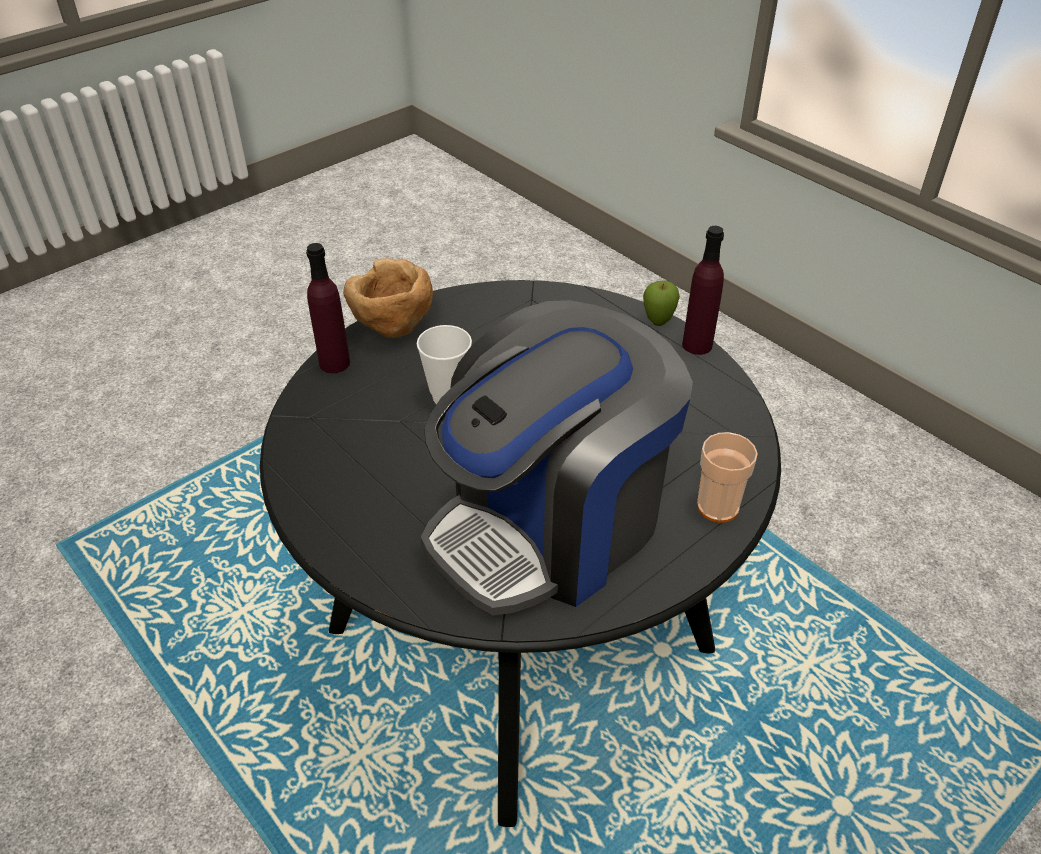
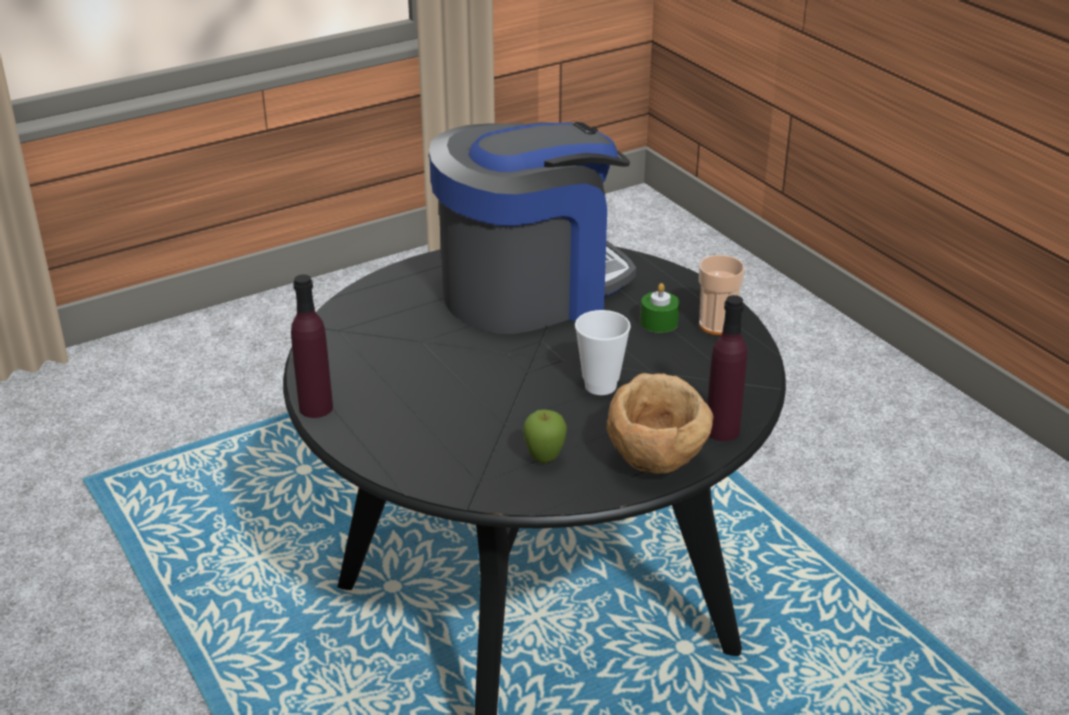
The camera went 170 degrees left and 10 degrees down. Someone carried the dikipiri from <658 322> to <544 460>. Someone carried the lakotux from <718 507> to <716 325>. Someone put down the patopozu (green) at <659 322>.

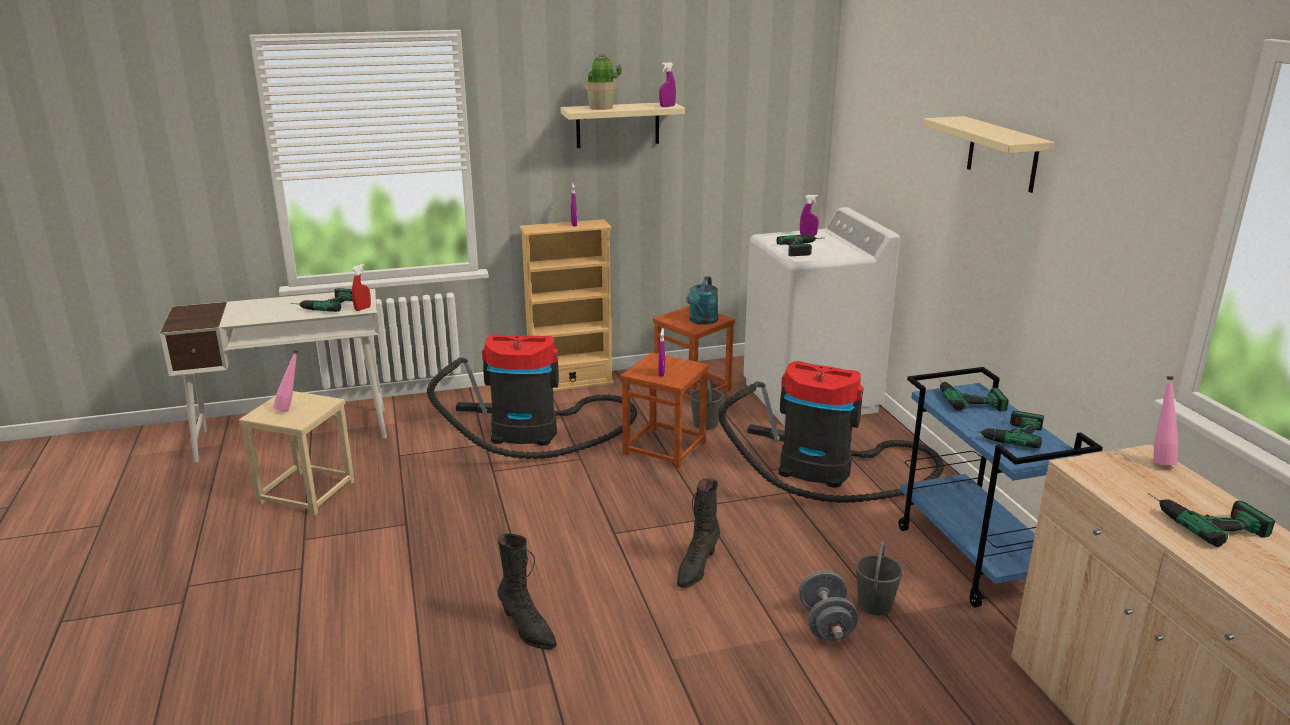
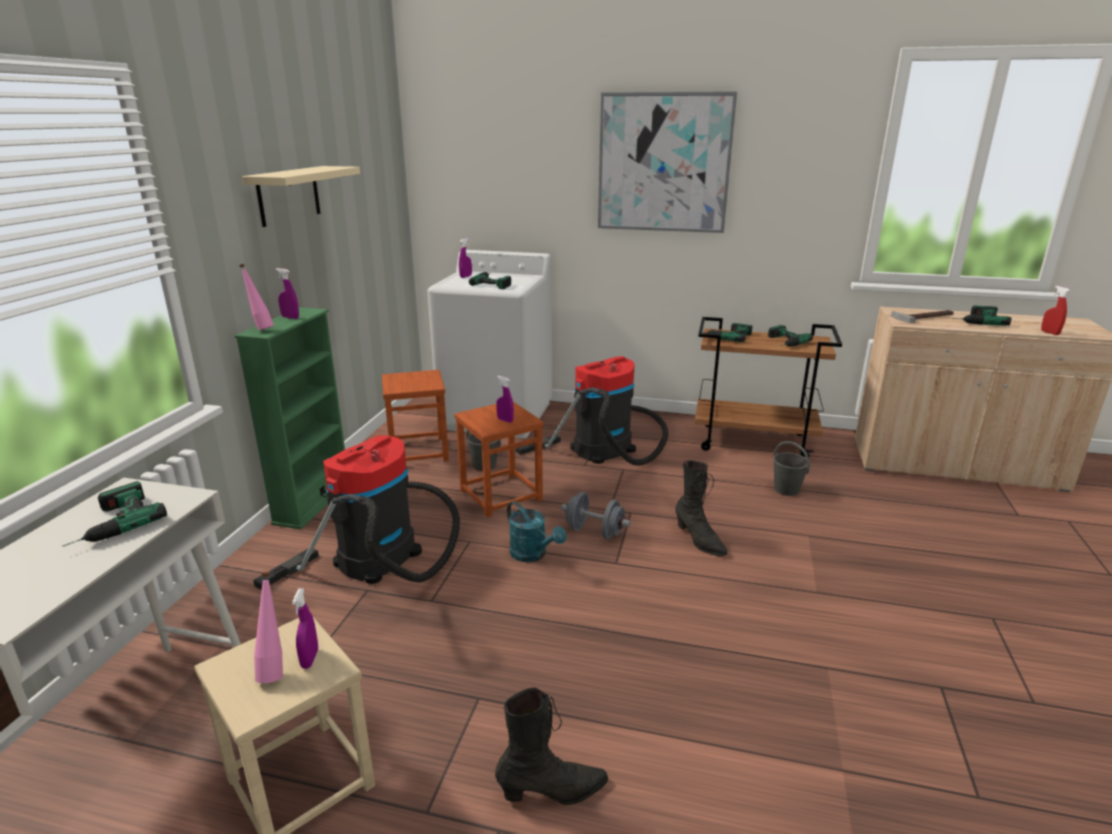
The camera went 60 degrees left and 0 degrees up. Someone carried the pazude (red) from <363 308> to <1050 333>. Someone carried the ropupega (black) from <527 629> to <553 792>. Someone repainted the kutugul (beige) at <570 383>, which became the kutugul (green) at <313 502>. Someone took away the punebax at <601 108>. Someone carried the pazude (purple) from <667 106> to <310 659>. Someone carried the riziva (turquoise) from <702 321> to <533 555>. Someone carried the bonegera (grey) from <825 625> to <594 532>. Someone repainted the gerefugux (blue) at <975 559>, which became the gerefugux (brown) at <754 442>. Someone swapped the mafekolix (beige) at <1002 154> for the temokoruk at <664 163>. Someone carried the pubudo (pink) from <1159 460> to <261 329>. Someone put down the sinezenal at <923 316>.

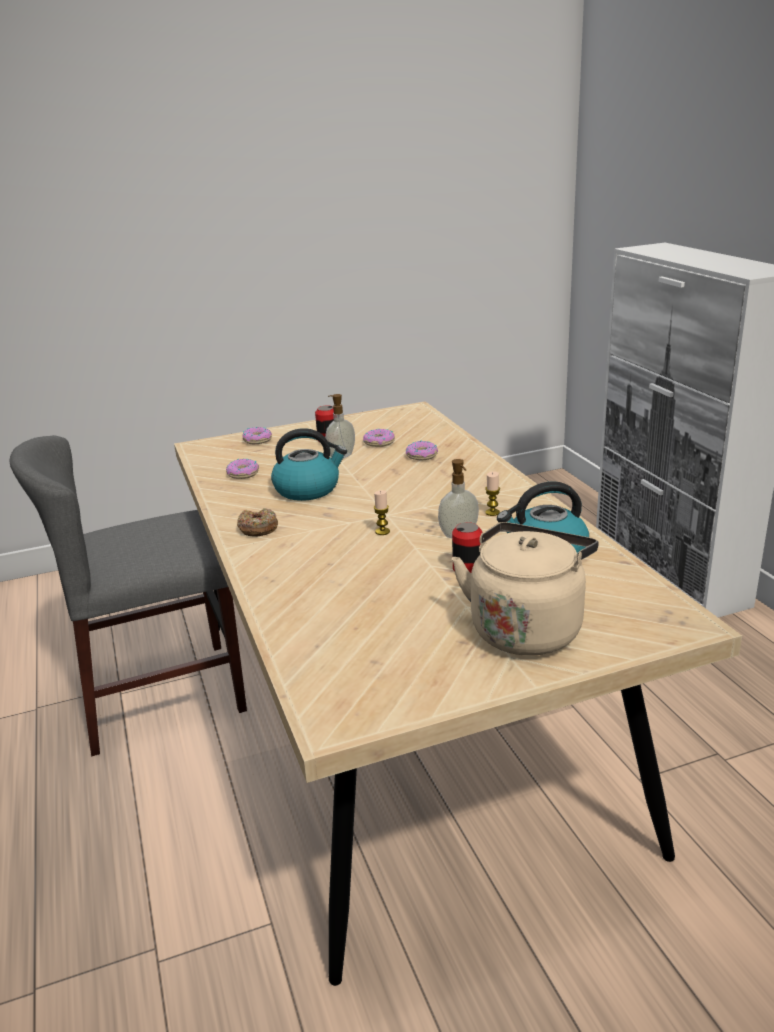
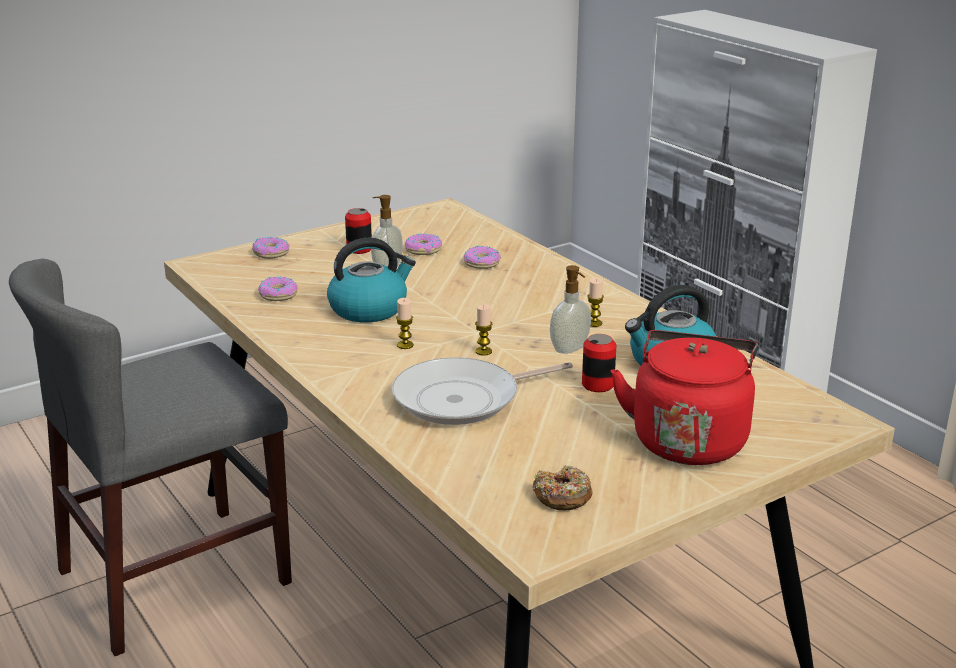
The camera went 15 degrees left and 0 degrees up. Someone carried the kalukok from <258 528> to <562 497>. Someone repainted the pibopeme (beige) at <527 628>, which became the pibopeme (red) at <688 439>. Someone put down the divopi at <463 399>. Someone put down the patopozu at <405 345>.

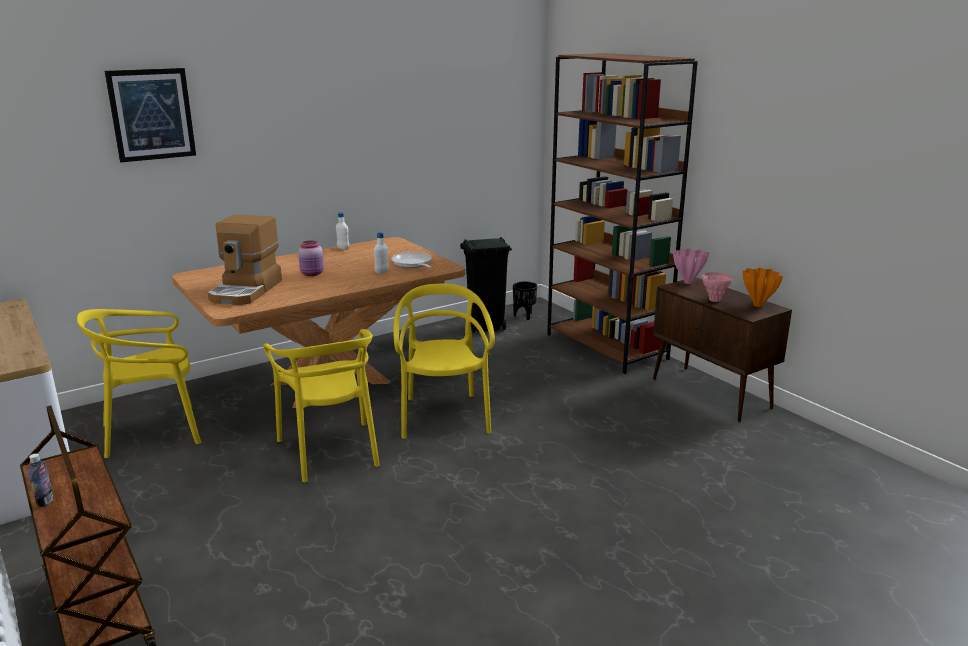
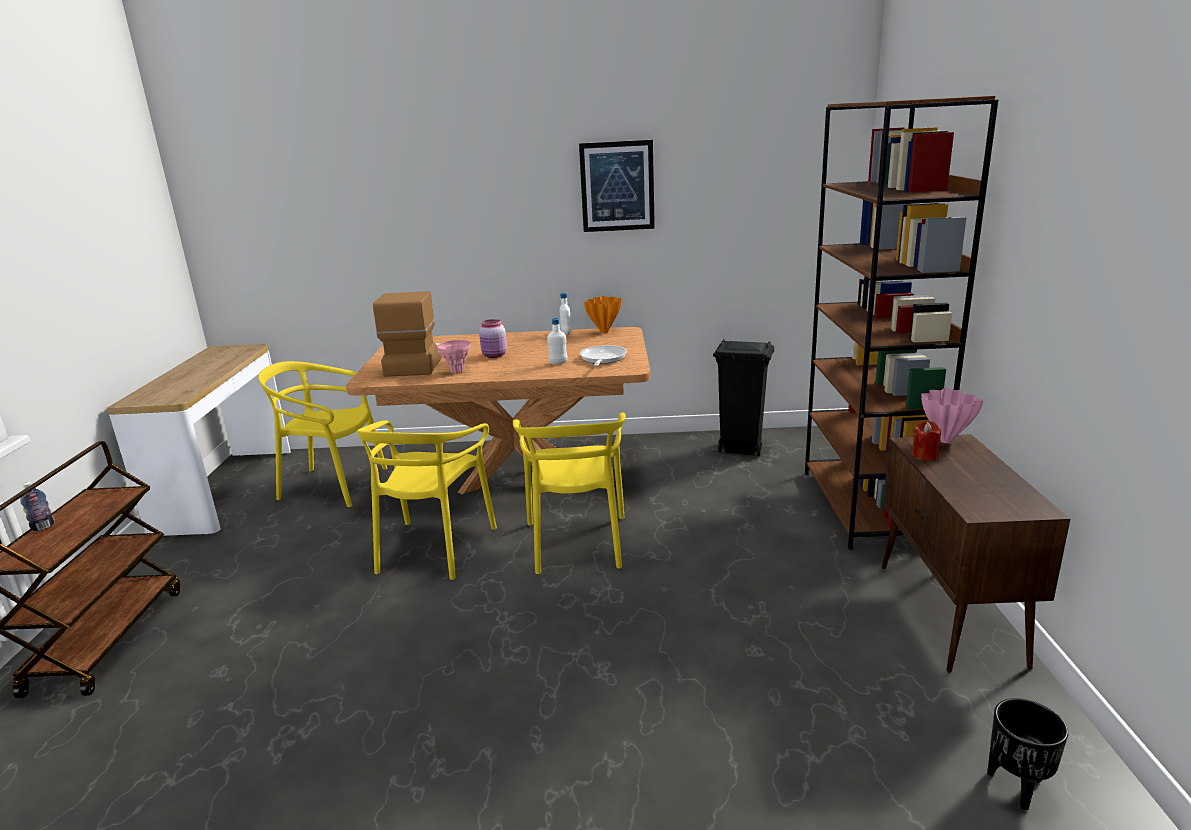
The camera went 35 degrees right and 0 degrees up. Someone carried the temokoruk from <151 114> to <617 186>. Someone rotated the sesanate at <247 290> by 135 degrees clockwise. Someone rotated the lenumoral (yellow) at <444 416> by 150 degrees clockwise. Someone carried the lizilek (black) from <524 316> to <1018 786>. Someone carried the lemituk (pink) from <714 300> to <457 371>. Someone carried the lemituk (orange) from <758 305> to <605 332>. Someone put down the patopozu (red) at <924 455>.

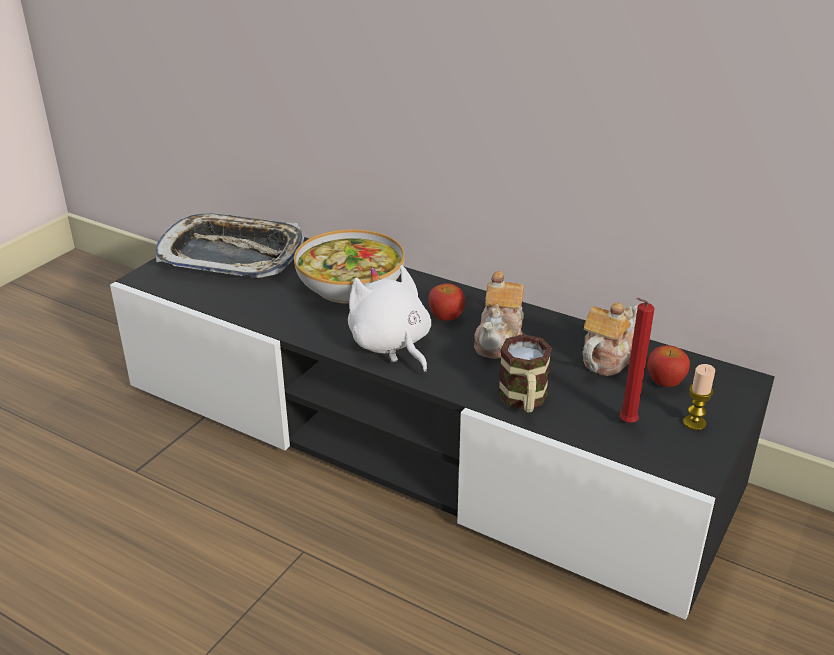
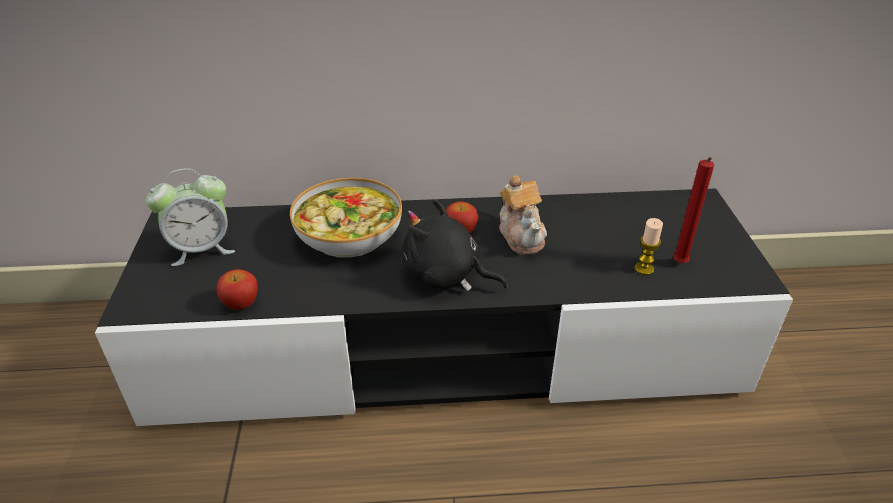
The camera went 35 degrees left and 5 degrees up. Someone swapped the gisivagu at <232 255> for the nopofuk at <201 249>. Someone repainted the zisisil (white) at <391 345>, which became the zisisil (black) at <446 276>. Someone took away the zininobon at <524 401>. Someone took away the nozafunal at <608 358>. Someone carried the dikipiri from <665 382> to <241 304>. Someone carried the patopozu from <694 423> to <644 269>.

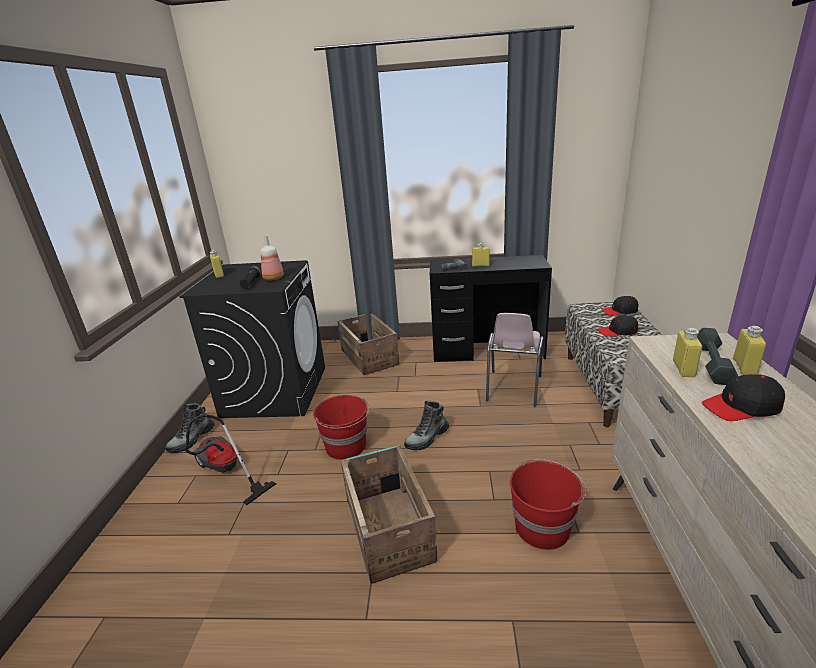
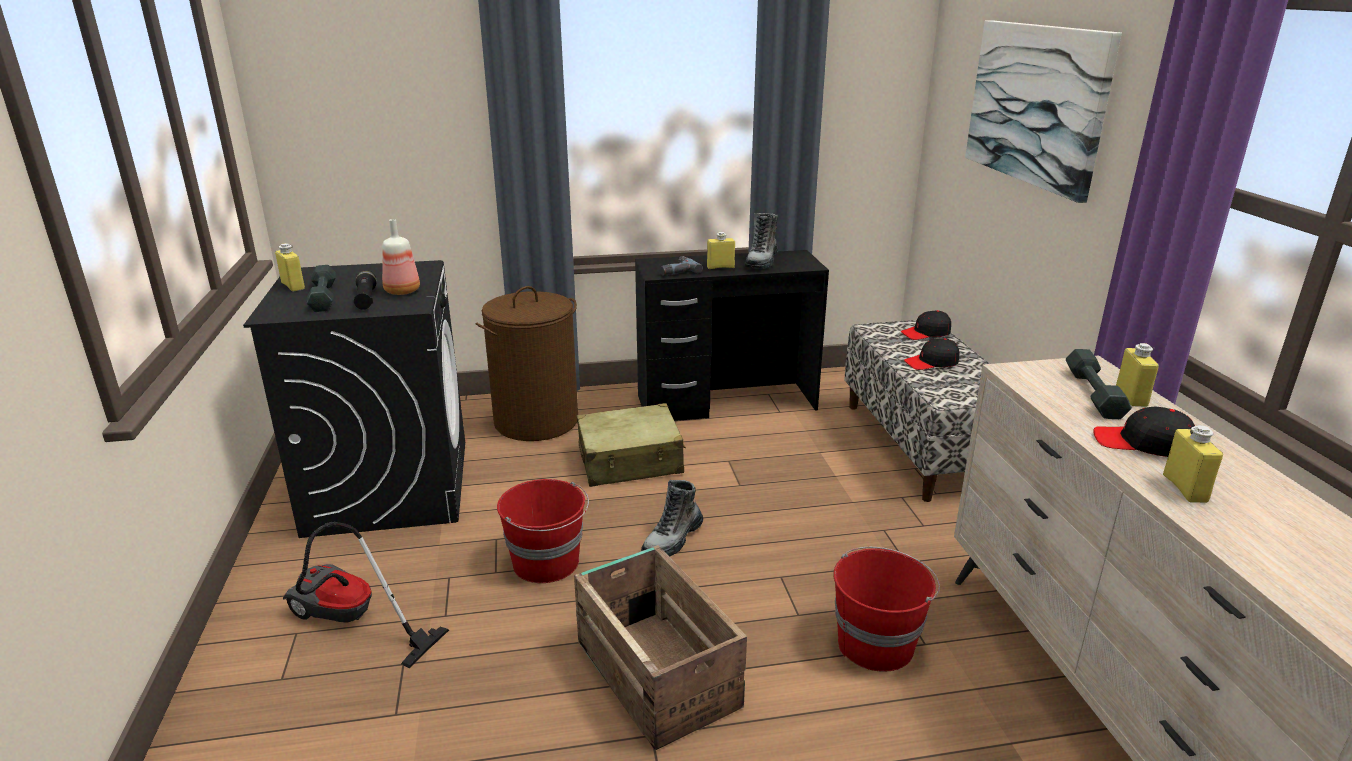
The camera went 15 degrees left and 0 degrees up. Someone carried the ropupega from <192 439> to <761 261>. Someone swapped the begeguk at <369 357> for the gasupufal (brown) at <536 421>. Someone took away the lenumoral (pink) at <512 388>. Someone carried the pubudo (yellow) from <683 369> to <1184 488>. Someone rotated the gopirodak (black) at <741 407> by 45 degrees clockwise. Someone put down the bonegera (grey) at <323 296>. Someone put down the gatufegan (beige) at <630 461>. Someone put up the temokoruk at <1036 104>.

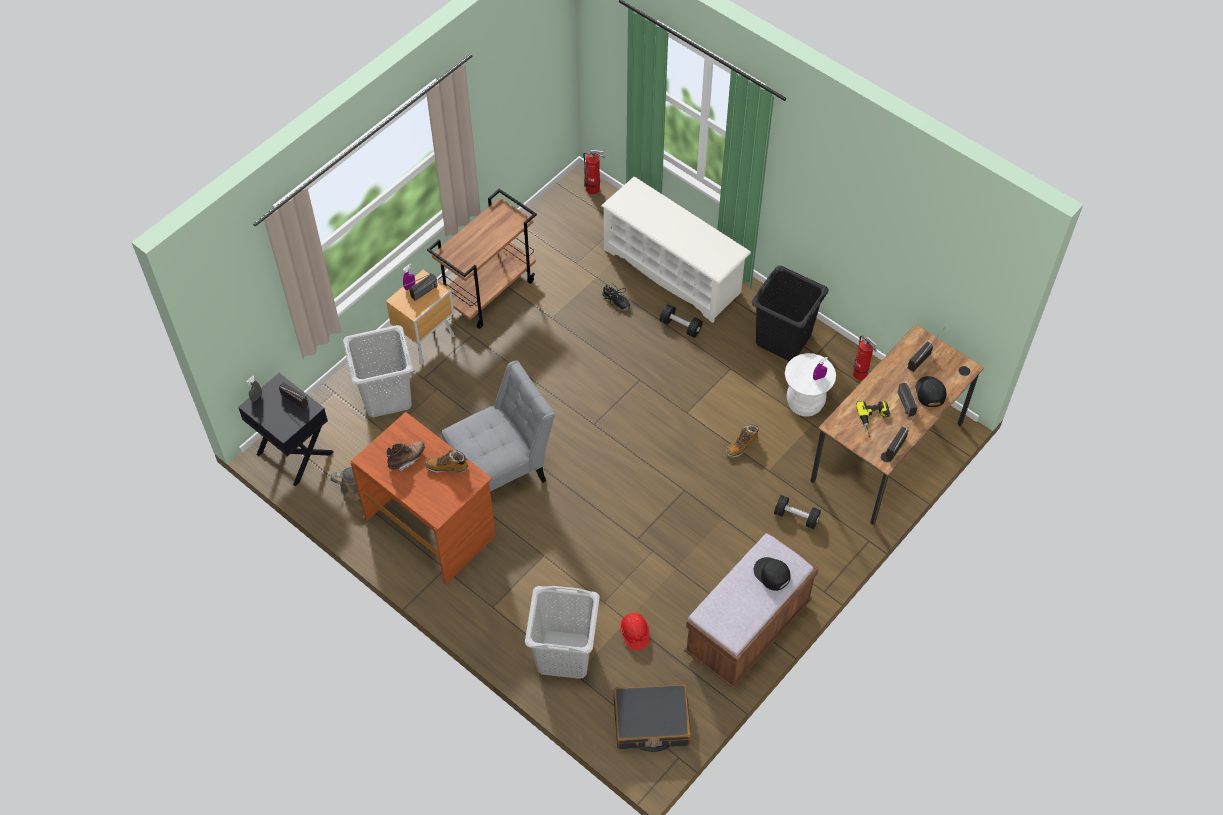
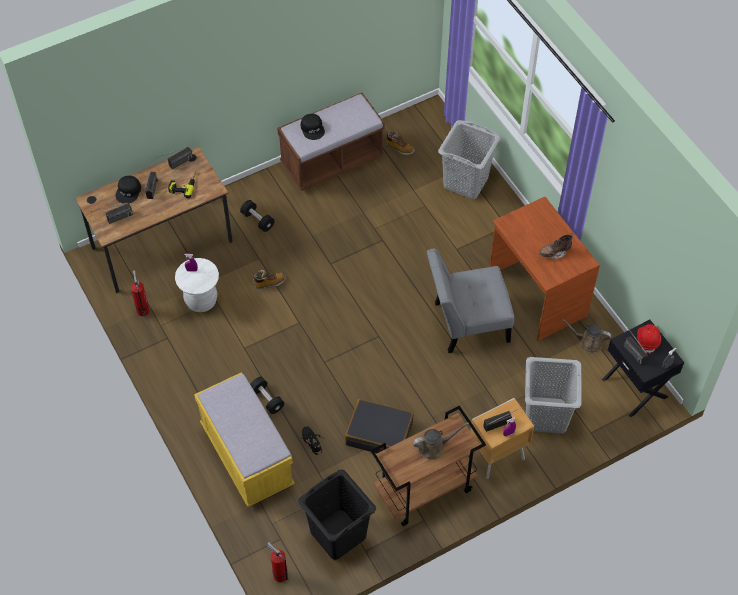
The camera went 160 degrees left and 0 degrees up. Someone carried the ropupega from <447 467> to <399 148>. Someone swapped the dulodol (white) at <673 271> for the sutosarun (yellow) at <247 456>. Someone carried the gatufegan (black) from <651 722> to <379 433>. Someone carried the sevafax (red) from <634 633> to <648 340>. Someone carried the gasupufal (black) from <783 338> to <338 534>. Someone put down the riziva (brown) at <434 447>.

